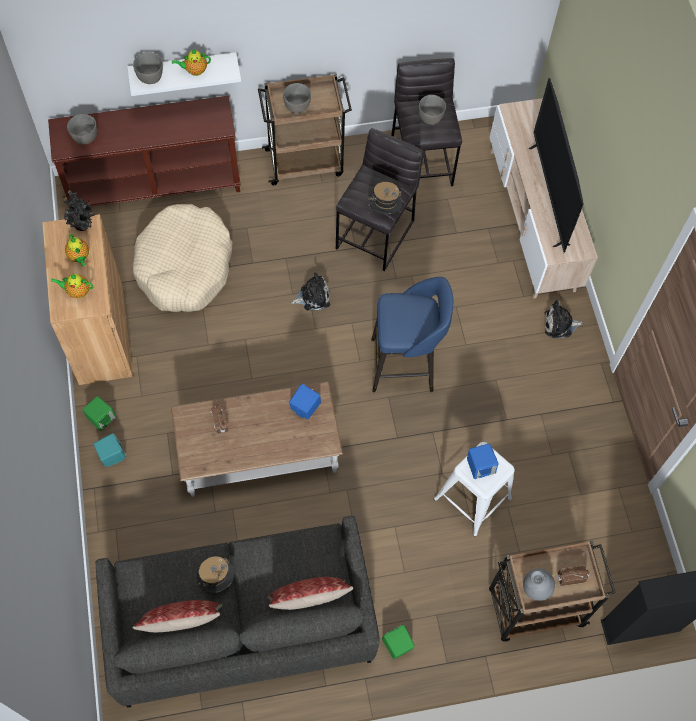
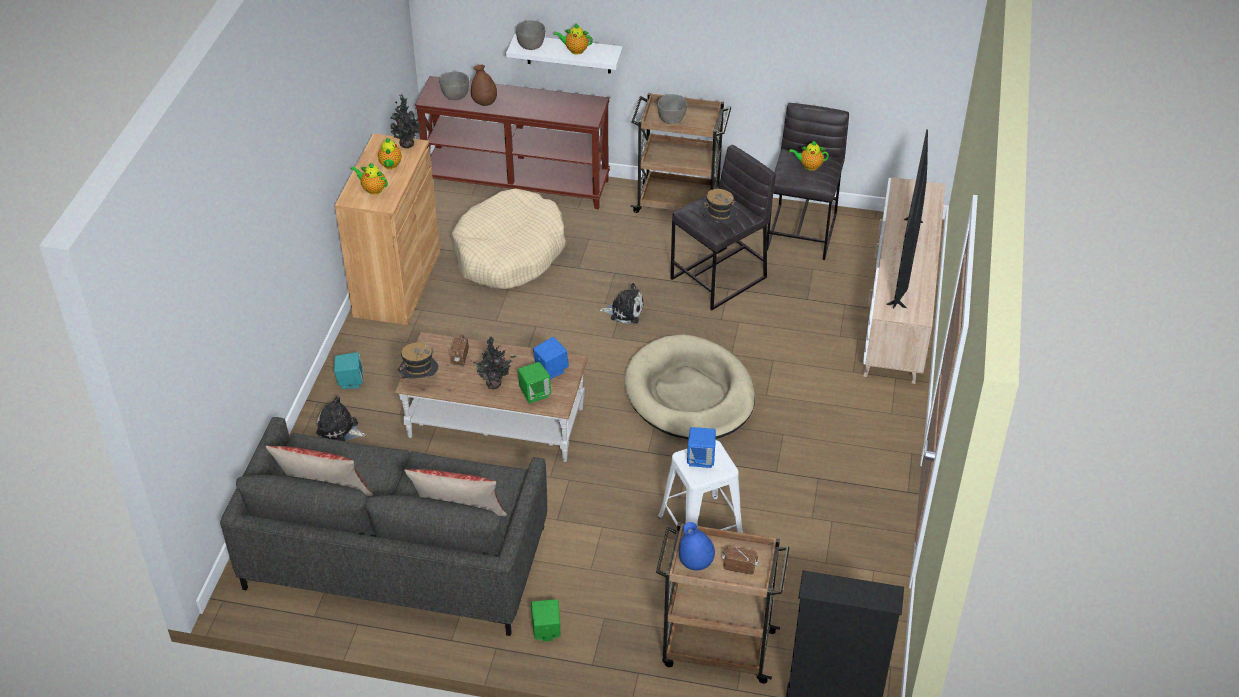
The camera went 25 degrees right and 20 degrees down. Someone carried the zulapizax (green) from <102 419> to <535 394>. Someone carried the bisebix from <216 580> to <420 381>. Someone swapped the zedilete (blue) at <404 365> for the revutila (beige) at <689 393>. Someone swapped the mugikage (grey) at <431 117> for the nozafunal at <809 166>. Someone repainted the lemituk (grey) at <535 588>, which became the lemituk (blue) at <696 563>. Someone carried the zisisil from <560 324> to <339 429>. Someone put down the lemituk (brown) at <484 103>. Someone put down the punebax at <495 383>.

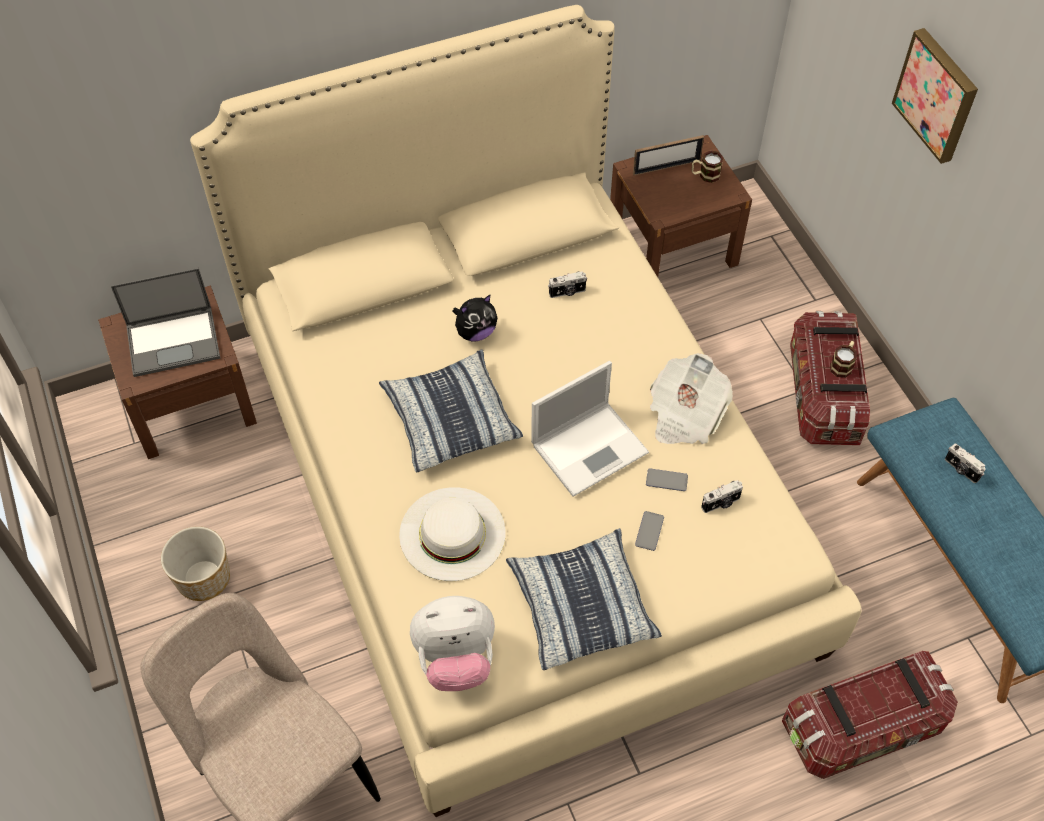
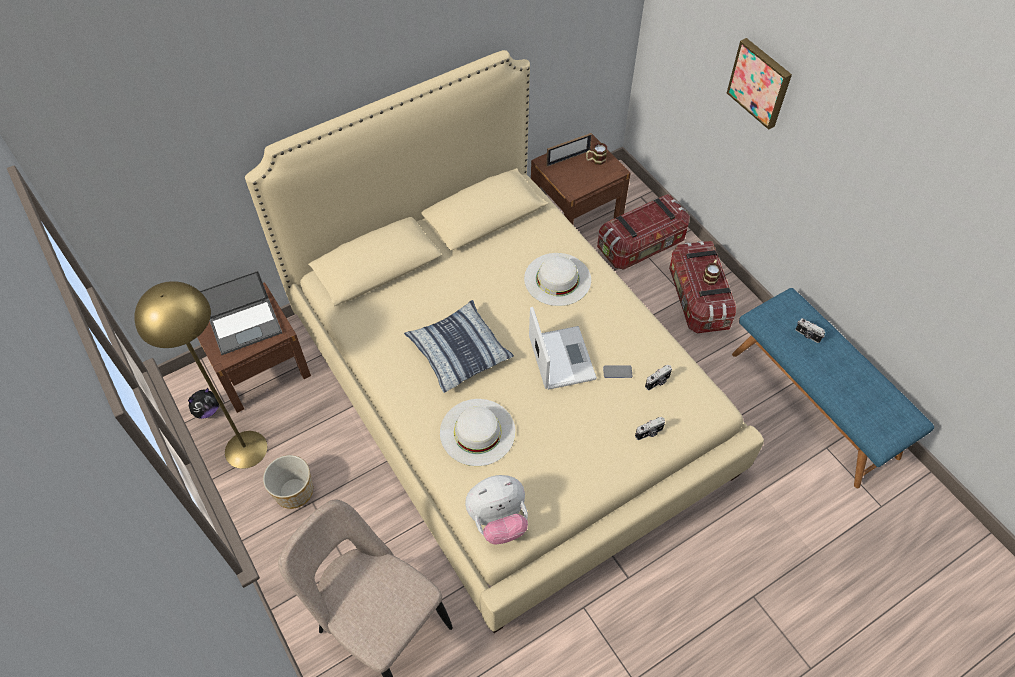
The camera went 10 degrees left and 0 degrees up. Someone carried the zisisil from <475 332> to <207 410>. Someone took away the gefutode at <581 605>. Someone rotated the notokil at <591 447> by 60 degrees counterclockwise. Someone carried the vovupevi from <567 292> to <649 433>. Someone took away the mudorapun at <649 531>. Someone took away the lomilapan at <685 414>. Someone carried the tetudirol from <863 728> to <642 246>. Someone put down the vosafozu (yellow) at <246 449>. Someone put down the bisebix (white) at <557 279>.

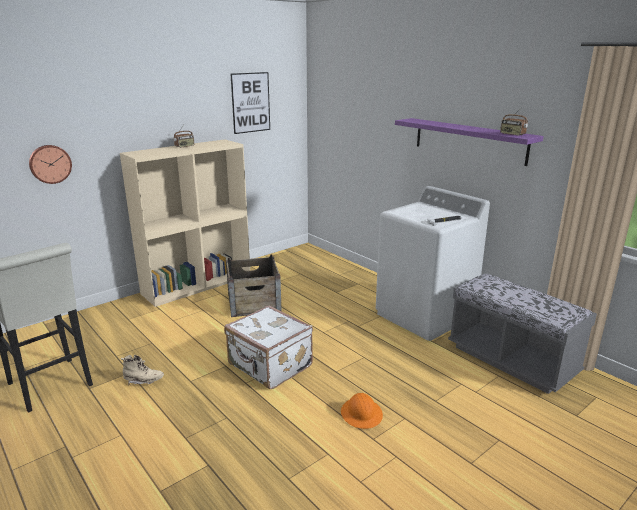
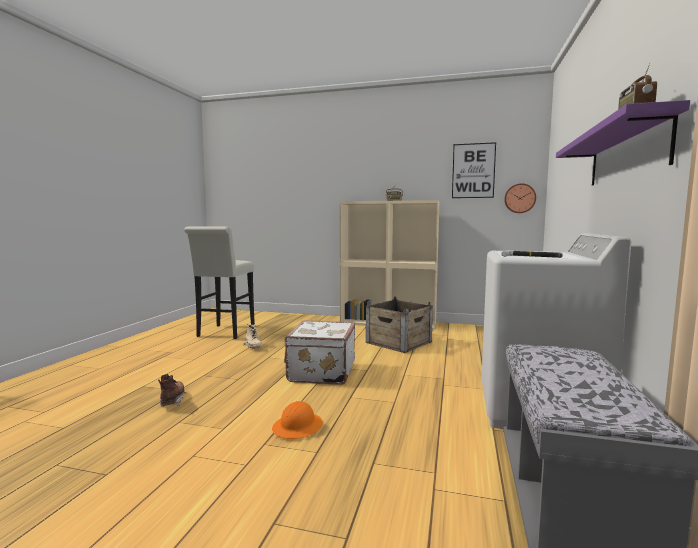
The camera went 55 degrees right and 15 degrees down. Someone carried the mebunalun from <50 164> to <519 198>. Someone put down the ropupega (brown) at <172 401>.

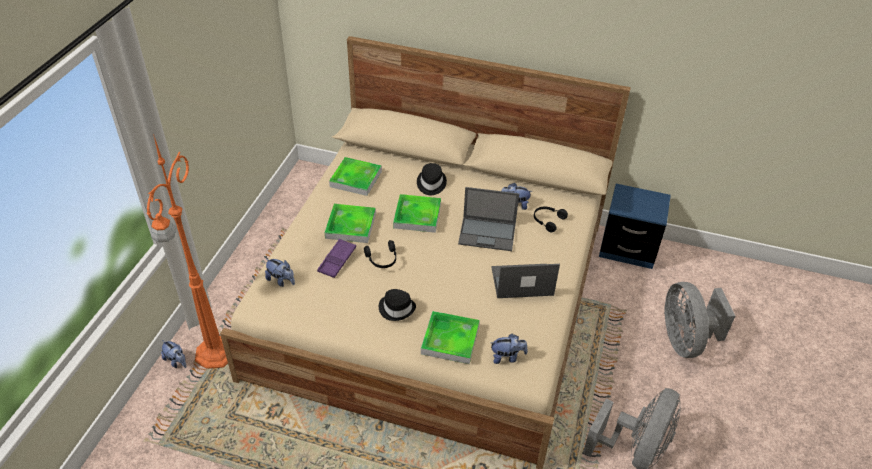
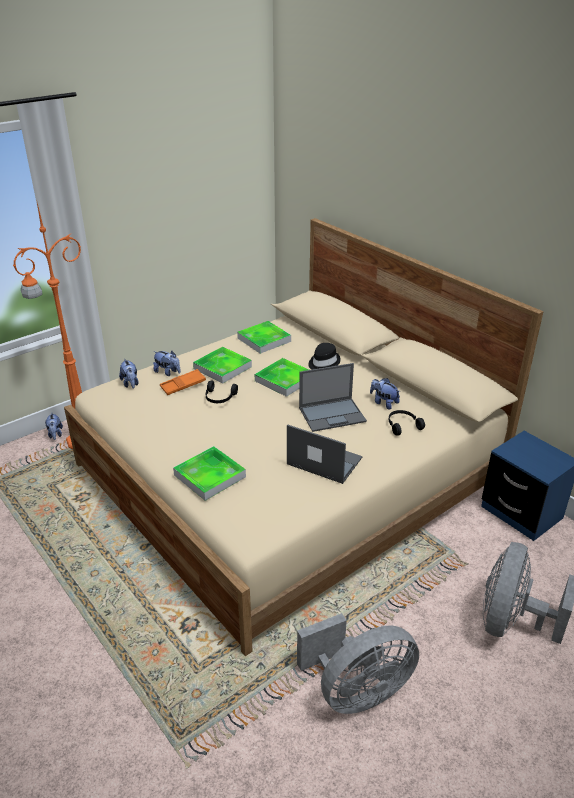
The camera went 35 degrees right and 10 degrees down. Someone repainted the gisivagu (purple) at <337 261>, which became the gisivagu (orange) at <183 385>. Someone took away the bisebix (black) at <397 308>. Someone rotated the notokil at <488 234> by 60 degrees counterclockwise. Someone carried the zisisil from <507 357> to <168 372>.

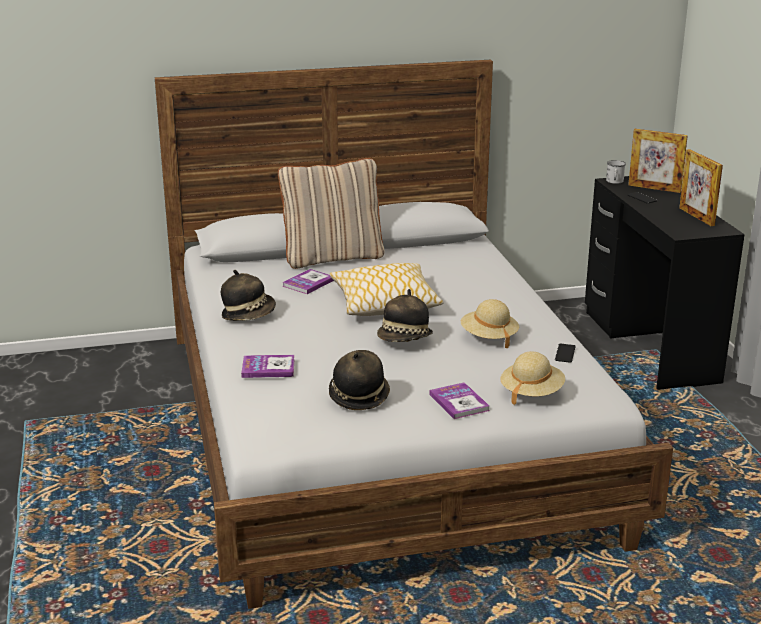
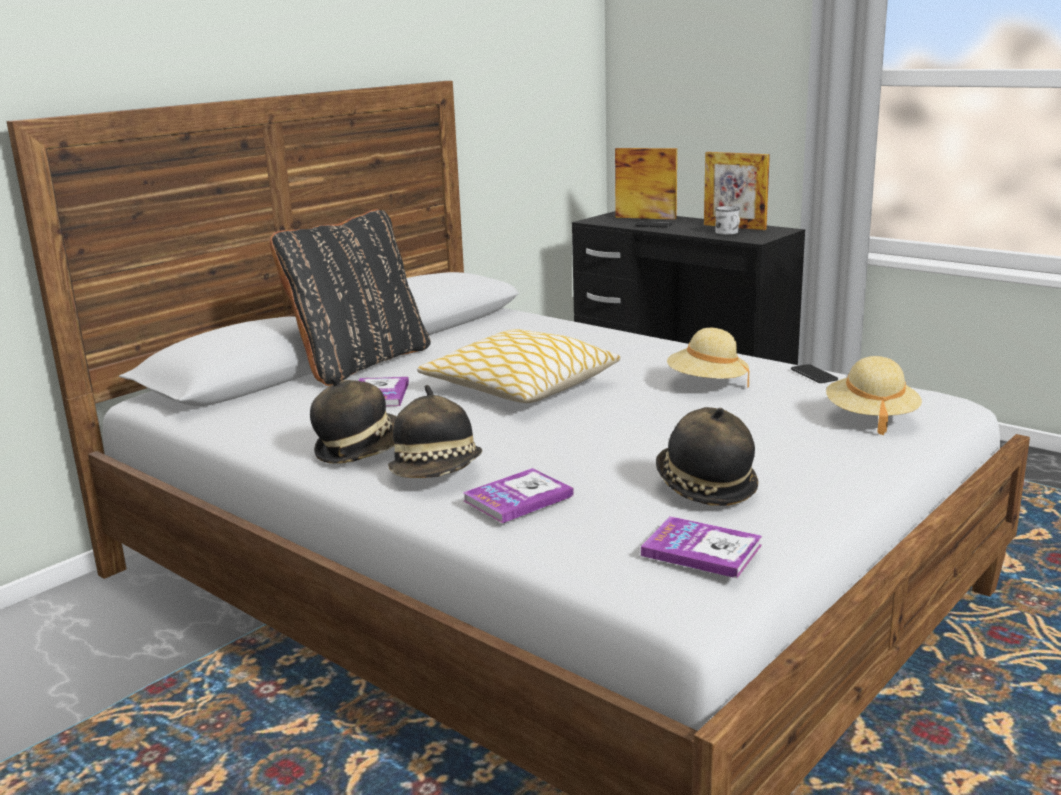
The camera went 35 degrees left and 5 degrees down. Someone repainted the gefutode (beige) at <332 257>, which became the gefutode (black) at <360 363>. Someone carried the bisebix from <404 340> to <437 473>. Someone carried the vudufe from <459 402> to <701 550>. Someone carried the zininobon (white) from <614 182> to <729 233>. Someone rotated the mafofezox at <654 188> by 150 degrees counterclockwise.

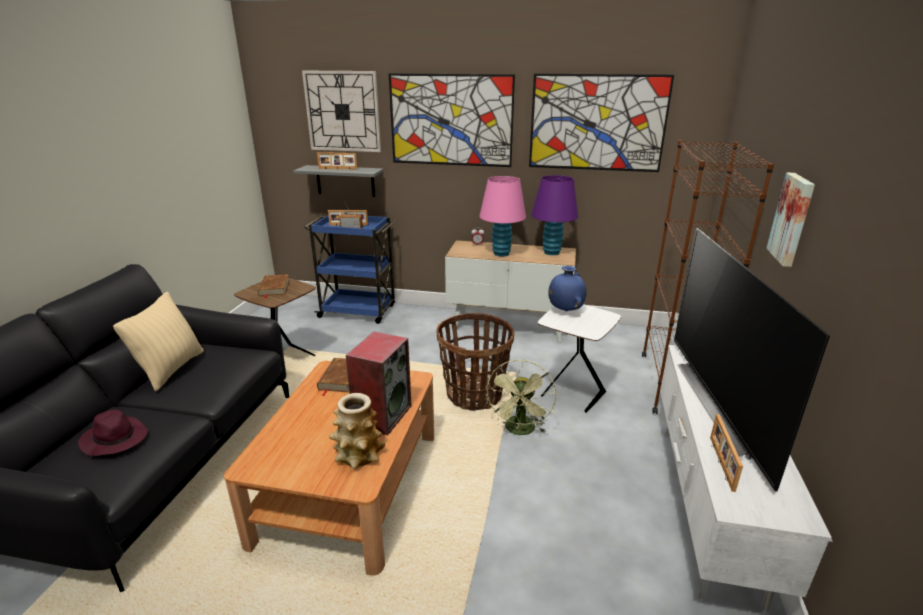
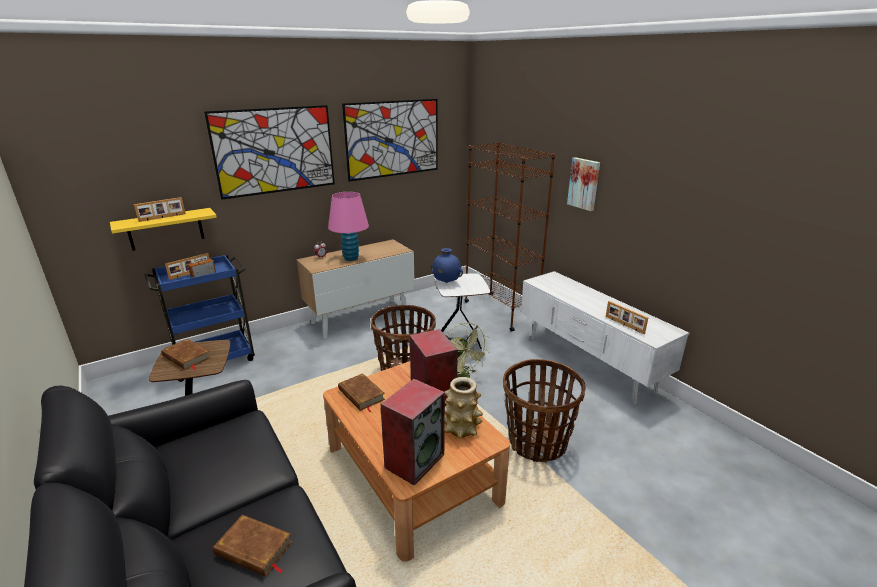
The camera went 45 degrees left and 0 degrees up. Someone swapped the bisebix (purple) at <114 440> for the vudufe (brown) at <254 549>. Someone took away the gefutode (beige) at <171 369>. Someone repainted the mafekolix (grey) at <345 181>, which became the mafekolix (yellow) at <165 229>. Someone took away the mebunalun at <343 111>. Someone took away the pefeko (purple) at <551 252>. Someone took away the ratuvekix at <724 405>. Someone put down the zulapizax at <414 460>. Someone put down the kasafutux at <537 443>.

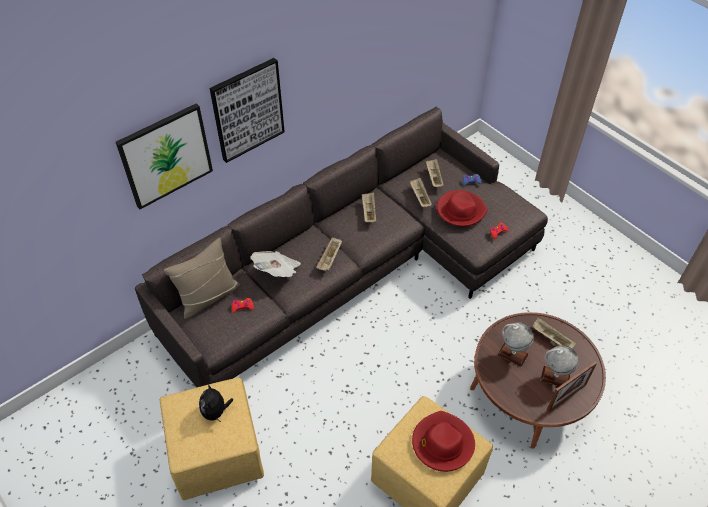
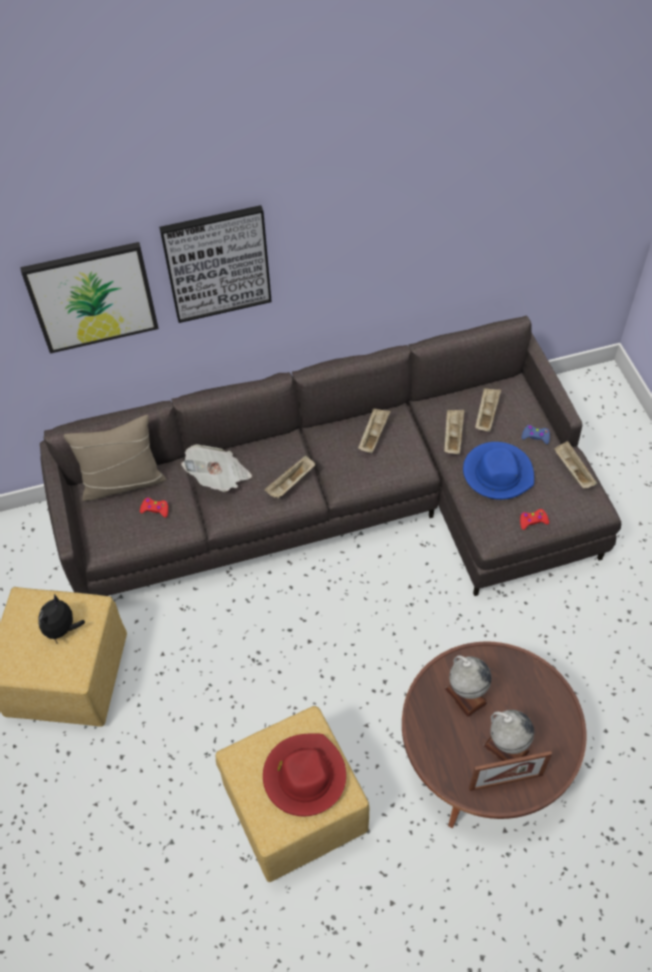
The camera went 25 degrees right and 5 degrees up. Someone repainted the bisebix (red) at <460 210>, which became the bisebix (blue) at <497 473>. Someone carried the gisivagu (beige) from <551 338> to <572 470>.

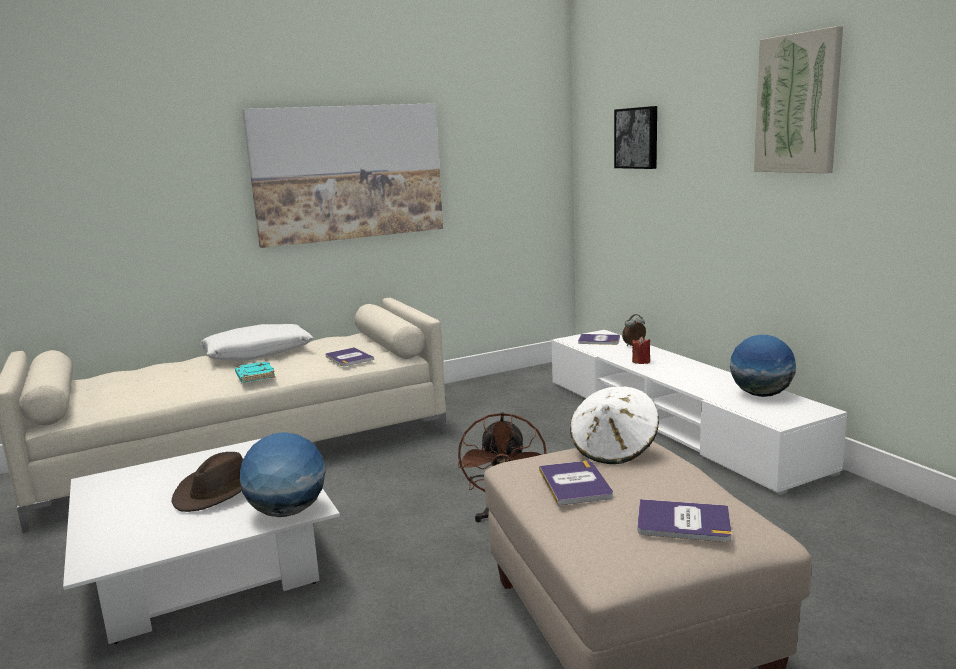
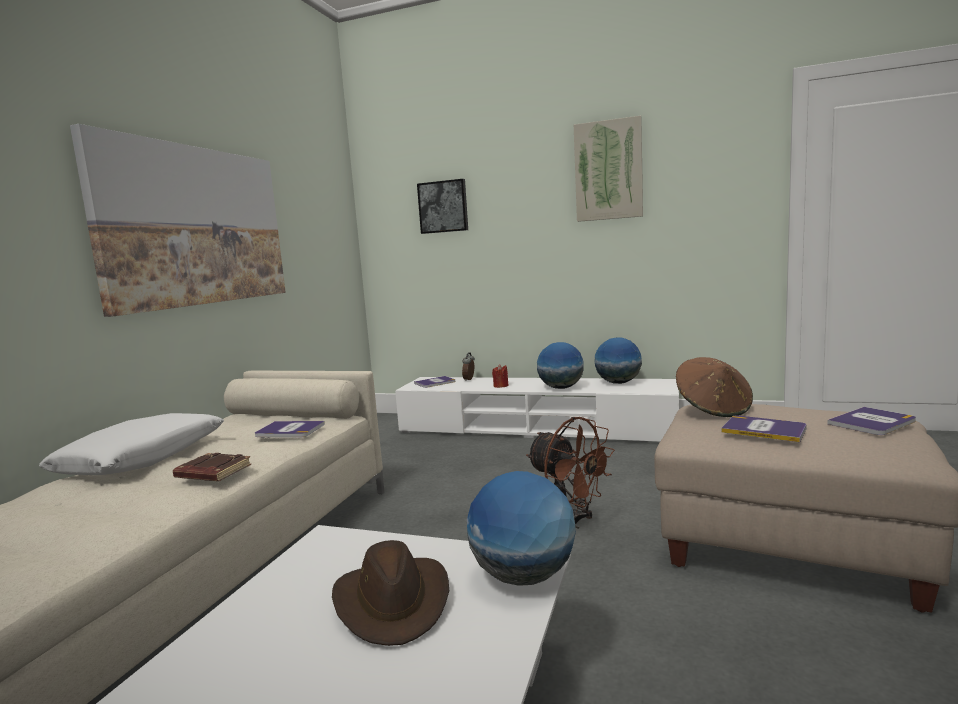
The camera went 45 degrees left and 5 degrees down. Someone repainted the vudufe (turquoise) at <254 376>, which became the vudufe (brown) at <212 473>. Someone repainted the bisebix (white) at <614 449>, which became the bisebix (brown) at <713 409>. Someone put down the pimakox at <561 388>.

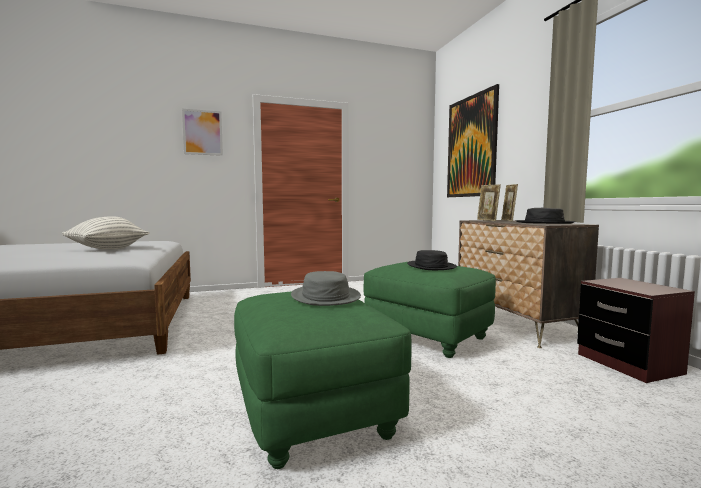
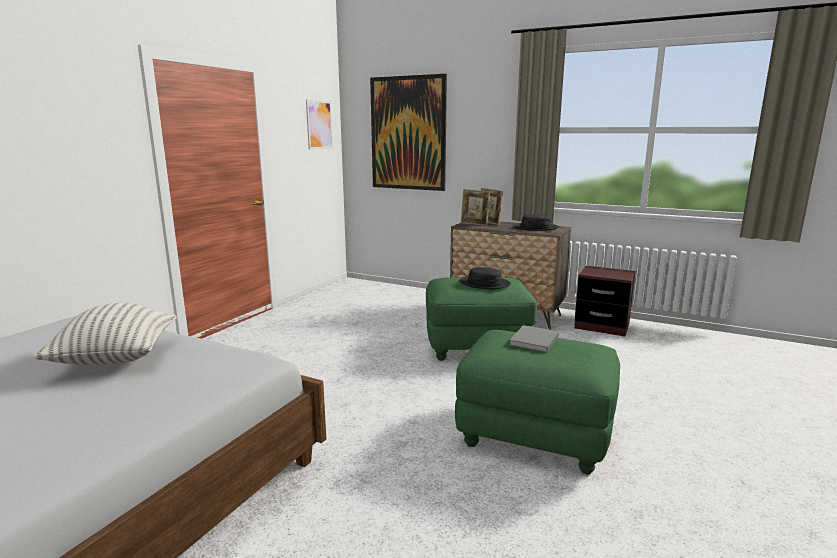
The camera went 45 degrees left and 10 degrees up. Someone carried the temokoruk from <202 132> to <319 124>. Someone swapped the bisebix (grey) at <325 297> for the vudufe (grey) at <534 341>.

